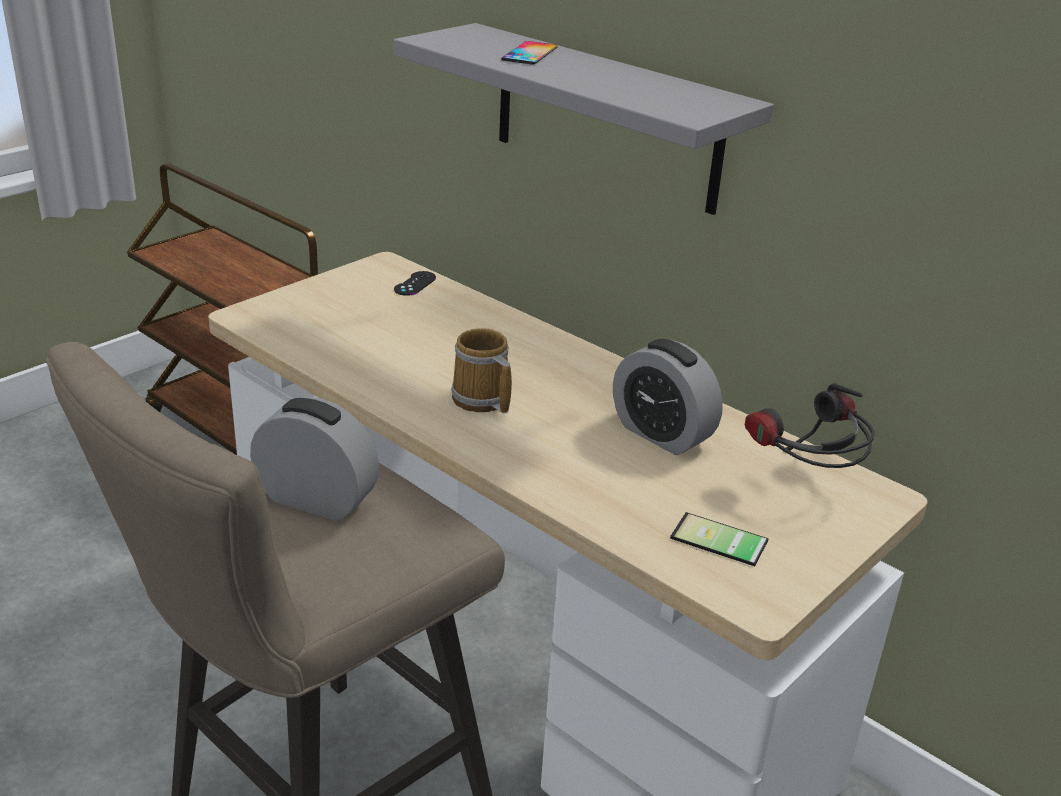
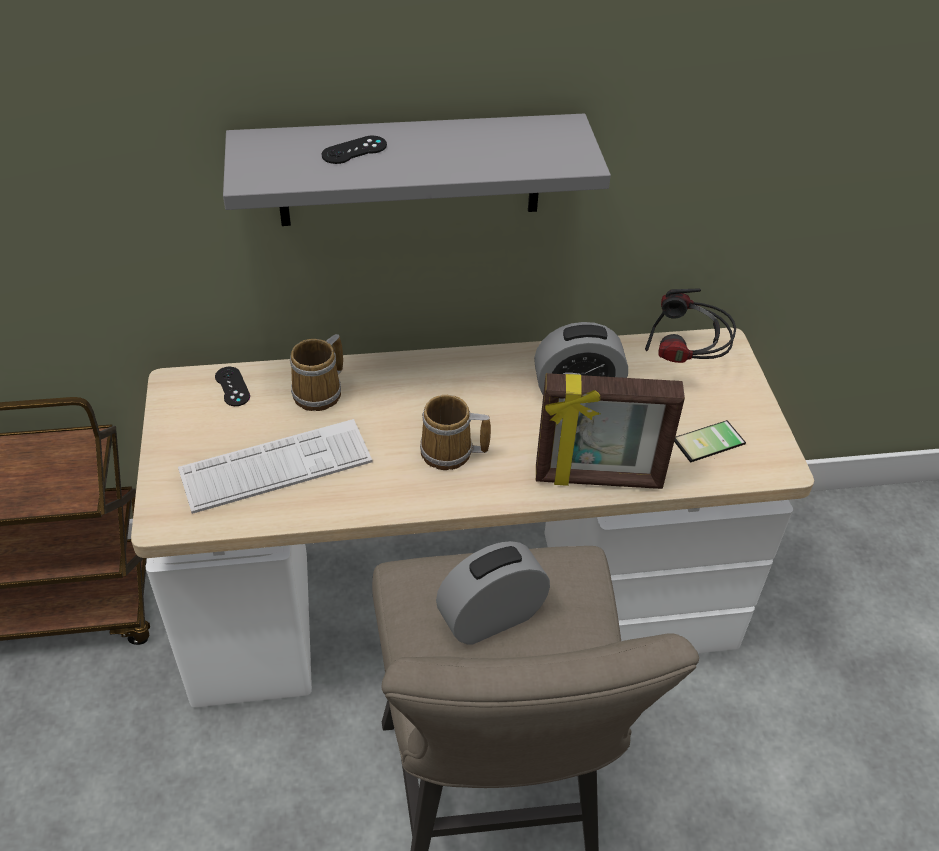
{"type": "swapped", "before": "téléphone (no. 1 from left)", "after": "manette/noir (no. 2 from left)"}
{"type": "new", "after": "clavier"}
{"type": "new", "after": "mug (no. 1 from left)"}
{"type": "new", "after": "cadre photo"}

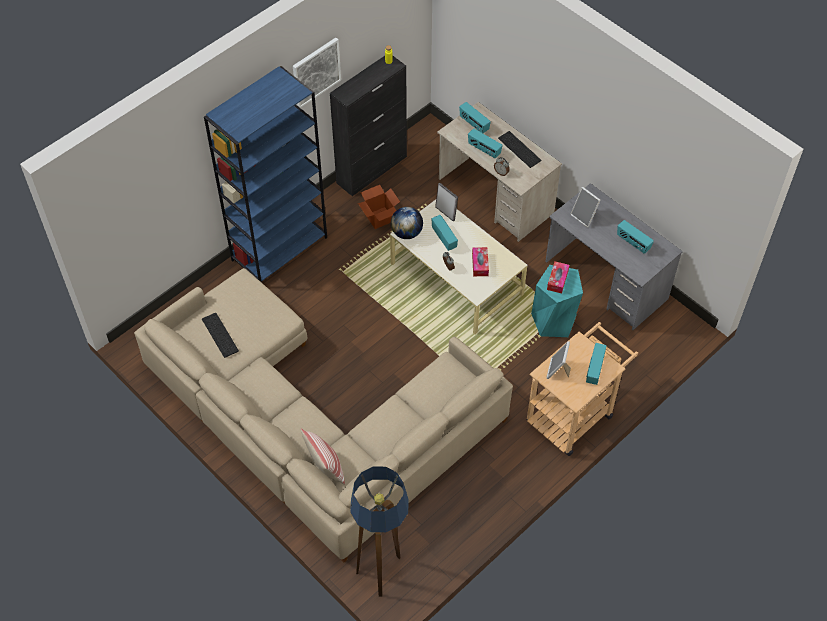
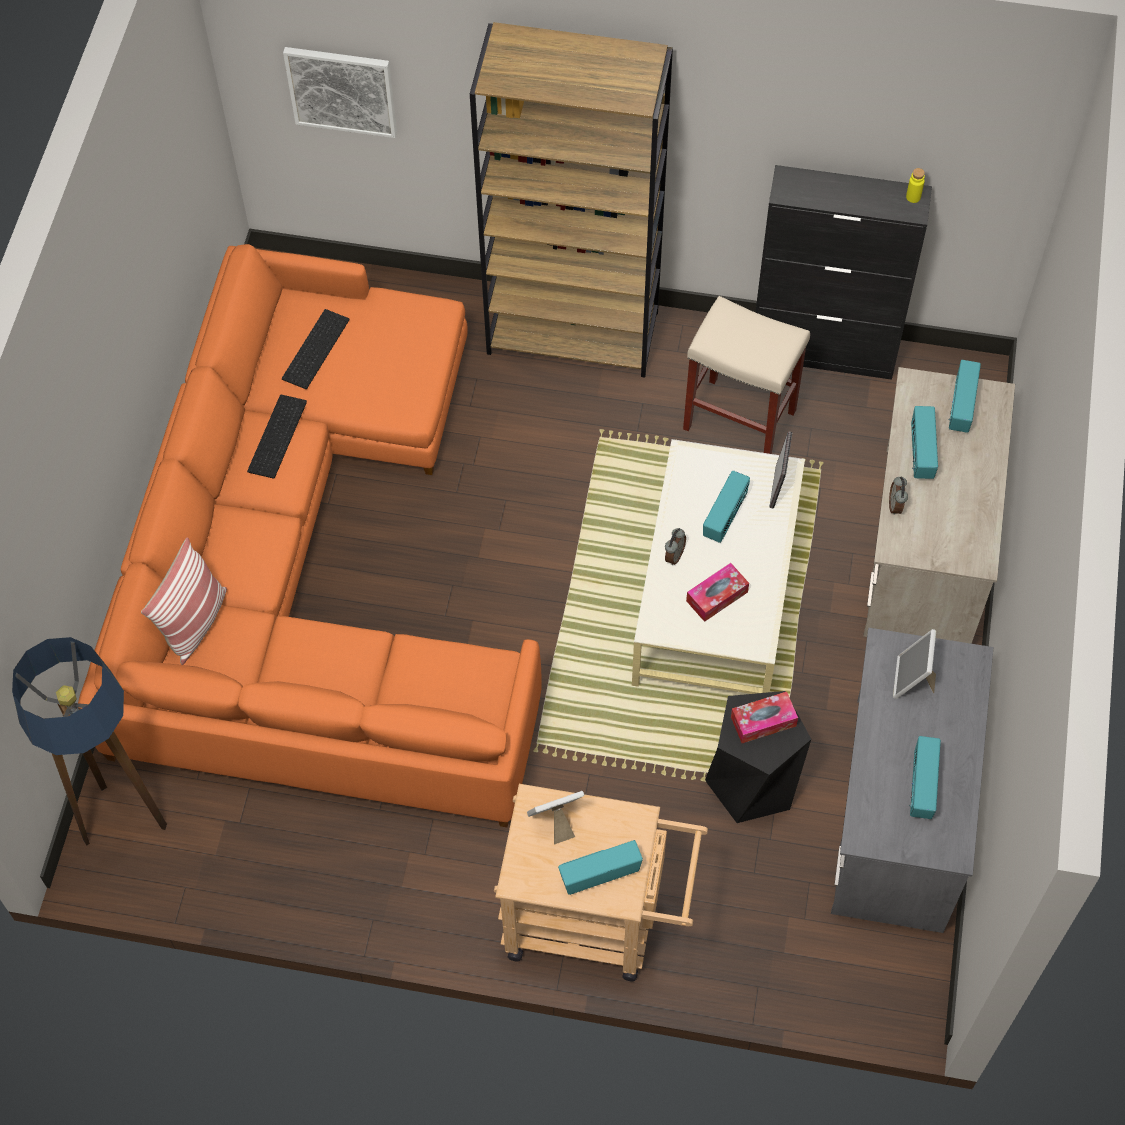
{"type": "repainted", "before": "canapé/beige", "after": "canapé/orange"}
{"type": "repainted", "before": "bibliothèque/bleu", "after": "bibliothèque/marron"}
{"type": "shifted", "before": "tableau"}
{"type": "swapped", "before": "carton", "after": "tabouret/beige"}
{"type": "gone", "before": "globe"}
{"type": "shifted", "before": "clavier (no. 2 from left in the first image)", "after": "clavier (no. 1 from left)"}
{"type": "repainted", "before": "tabouret/turquoise", "after": "tabouret/noir"}

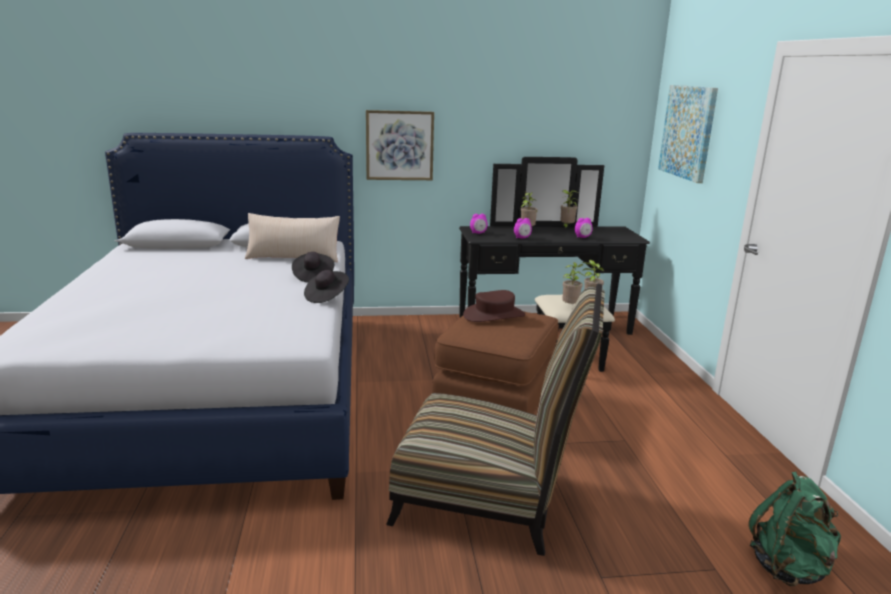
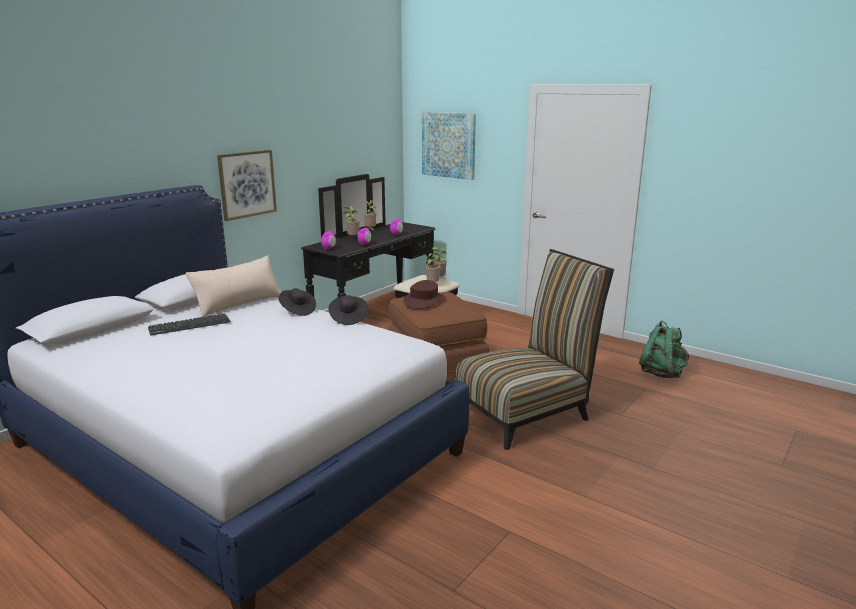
{"type": "new", "after": "clavier"}

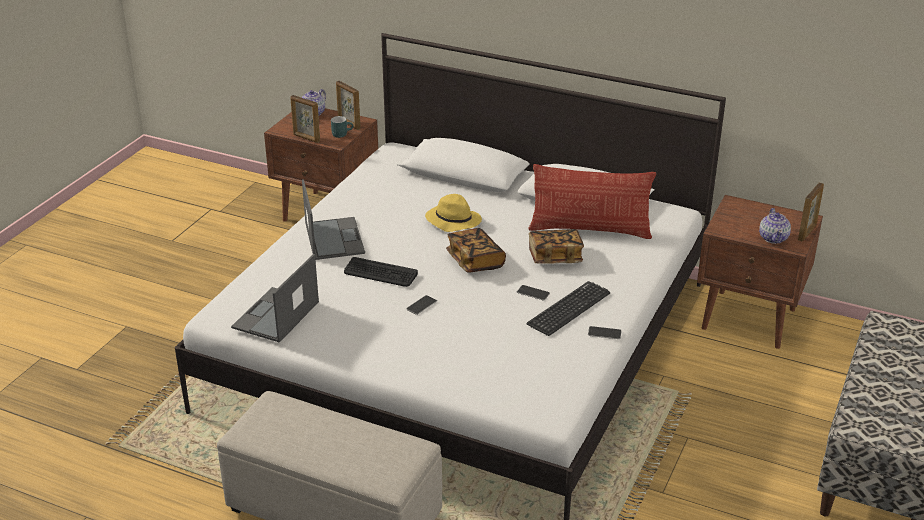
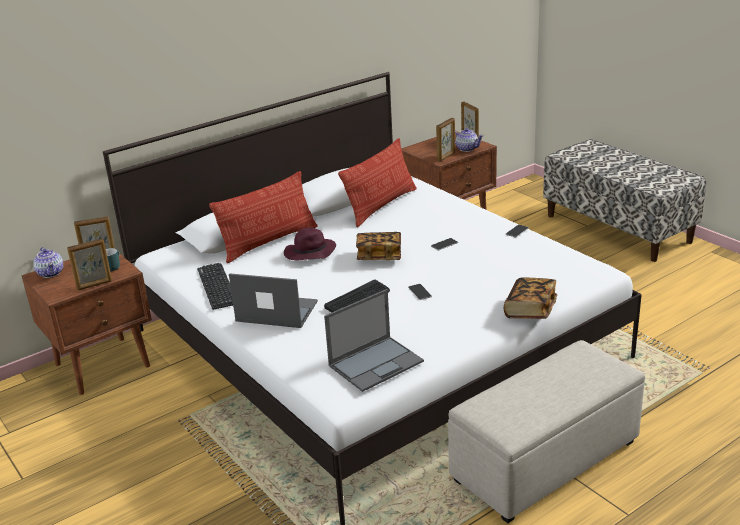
{"type": "rotated", "before": "ordinateur portable (no. 1 from left in the first image)", "turn": -90}
{"type": "repainted", "before": "chapeau/jaune", "after": "chapeau/violet"}
{"type": "shifted", "before": "clavier (no. 2 from left in the first image)", "after": "clavier (no. 1 from left)"}
{"type": "shifted", "before": "livre (no. 2 from left)"}
{"type": "new", "after": "coussin (no. 1 from left)"}
{"type": "new", "after": "cadre photo (no. 3 from left)"}

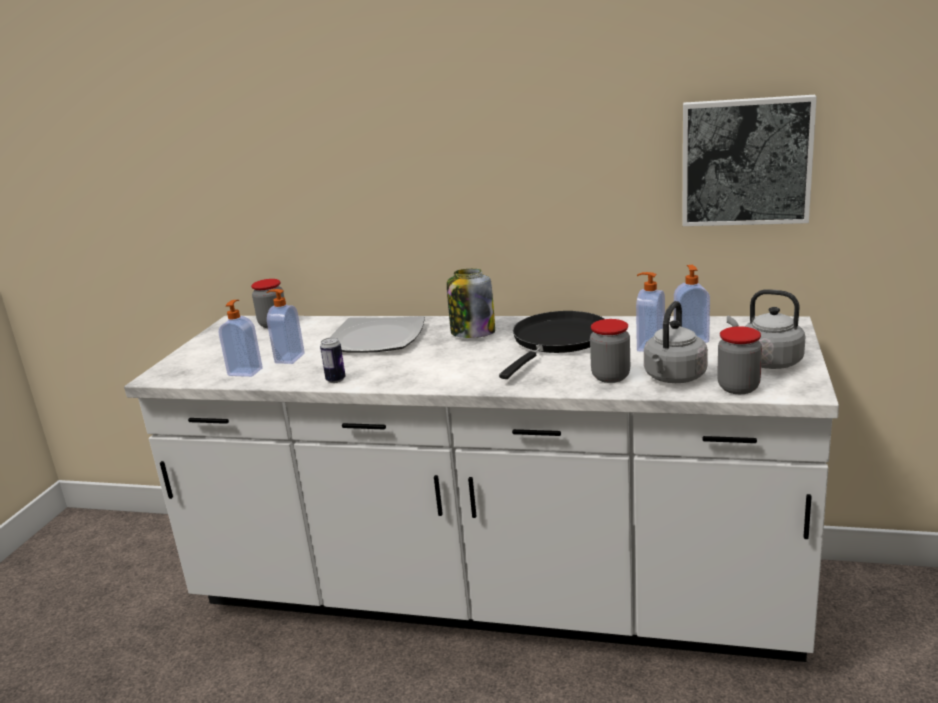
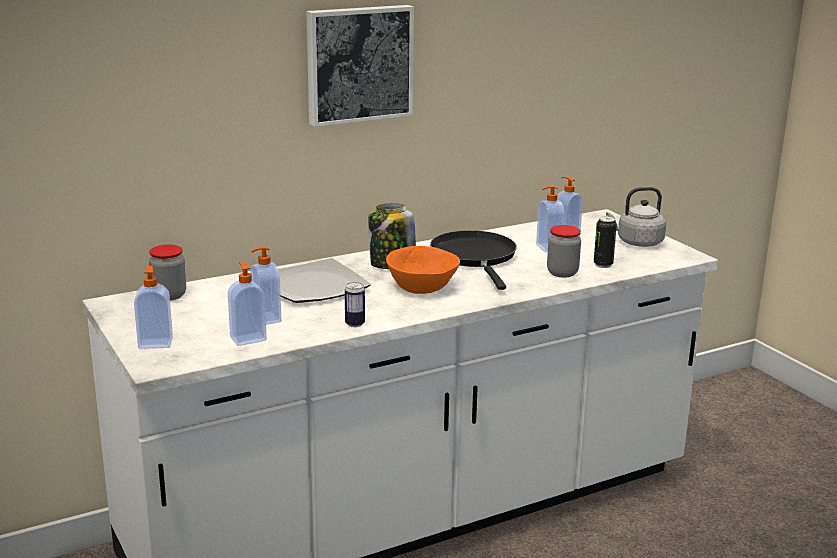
{"type": "swapped", "before": "bouilloire/gris (no. 1 from left)", "after": "boîte métallique (no. 2 from left)"}
{"type": "shifted", "before": "tableau"}
{"type": "gone", "before": "bocal (no. 4 from left)"}
{"type": "new", "after": "distributeur de savon (no. 1 from left)"}
{"type": "new", "after": "bol/orange"}

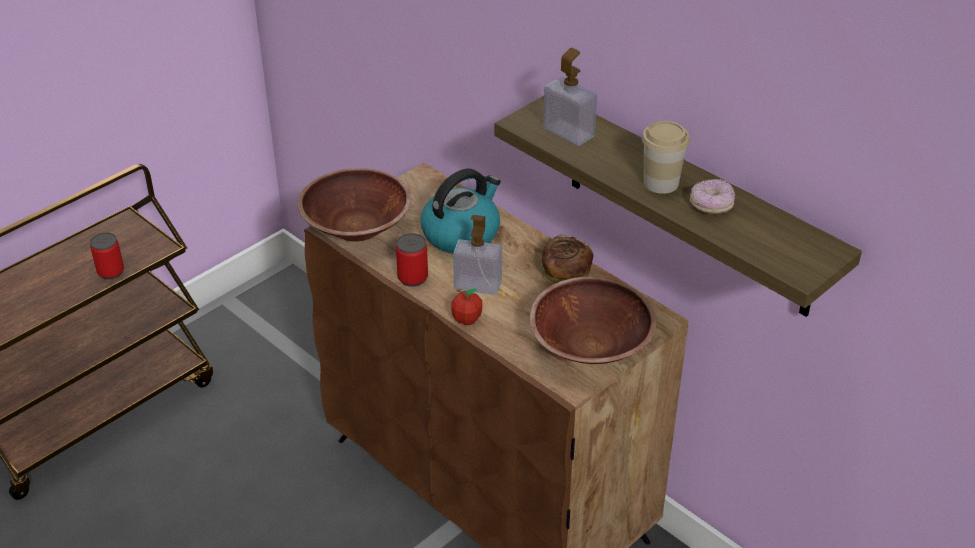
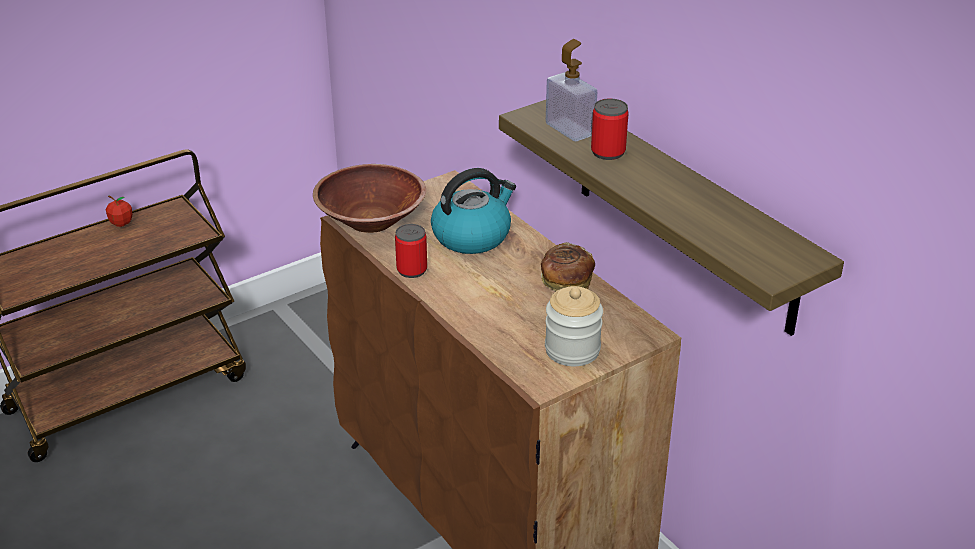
{"type": "shifted", "before": "boîte métallique (no. 1 from left in the first image)", "after": "boîte métallique (no. 2 from left)"}
{"type": "shifted", "before": "pomme"}
{"type": "gone", "before": "distributeur de savon (no. 1 from left)"}
{"type": "swapped", "before": "bol/marron (no. 2 from left)", "after": "bocal"}
{"type": "gone", "before": "tasse"}
{"type": "gone", "before": "beignet"}

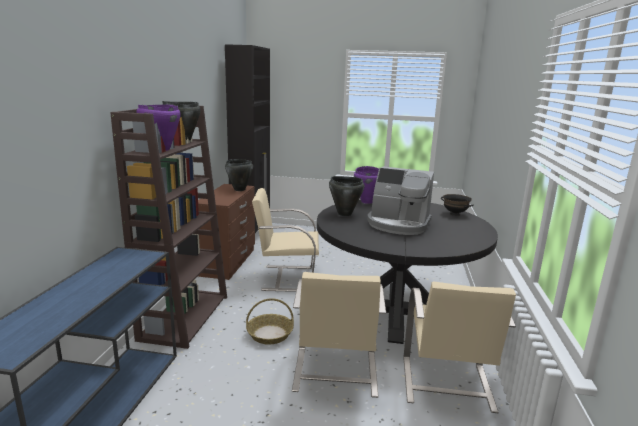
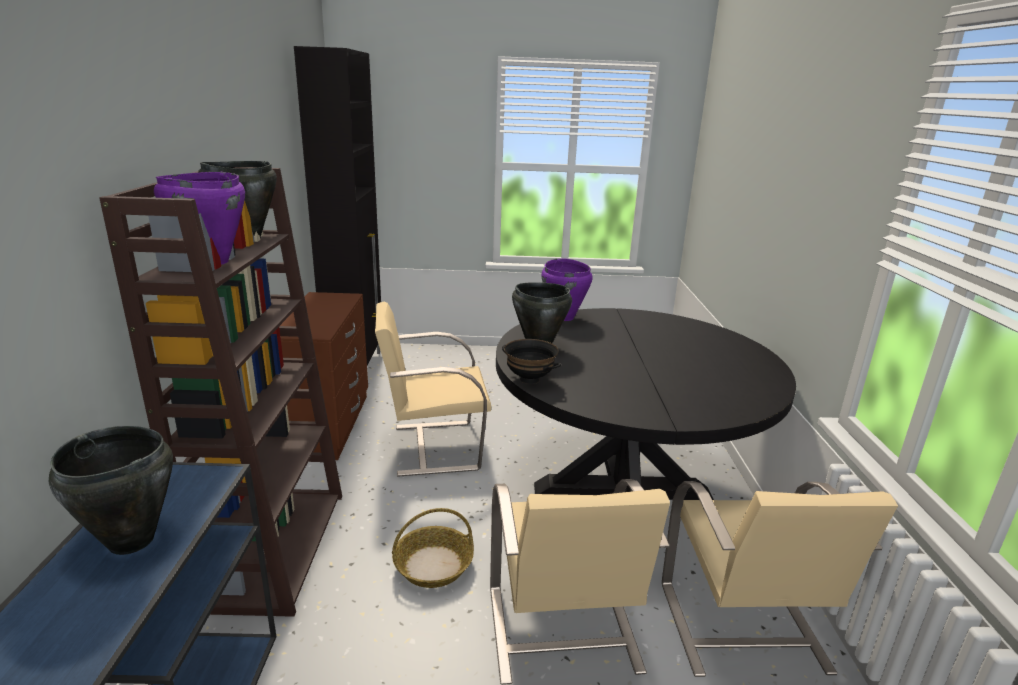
{"type": "shifted", "before": "marmite/noir (no. 2 from left in the first image)", "after": "marmite/noir (no. 1 from left)"}
{"type": "gone", "before": "machine à café"}
{"type": "shifted", "before": "bol/noir"}

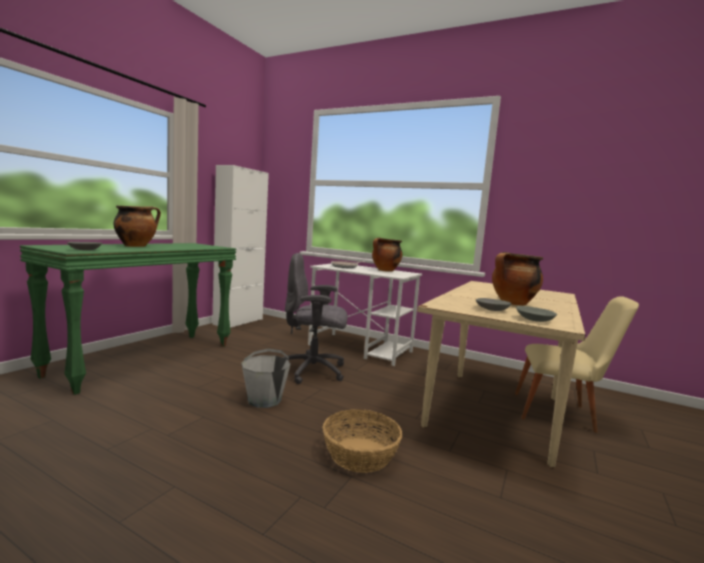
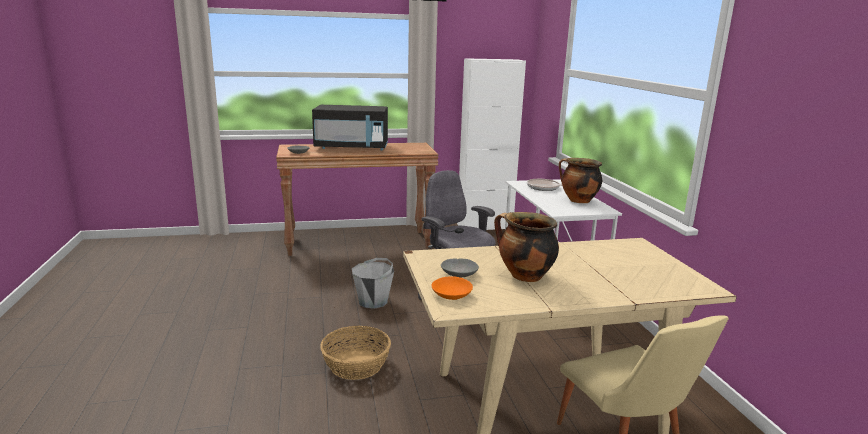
{"type": "repainted", "before": "table console/vert", "after": "table console/marron"}
{"type": "swapped", "before": "marmite (no. 1 from left)", "after": "micro-ondes/noir"}
{"type": "repainted", "before": "bol/gris (no. 3 from left)", "after": "bol/orange"}

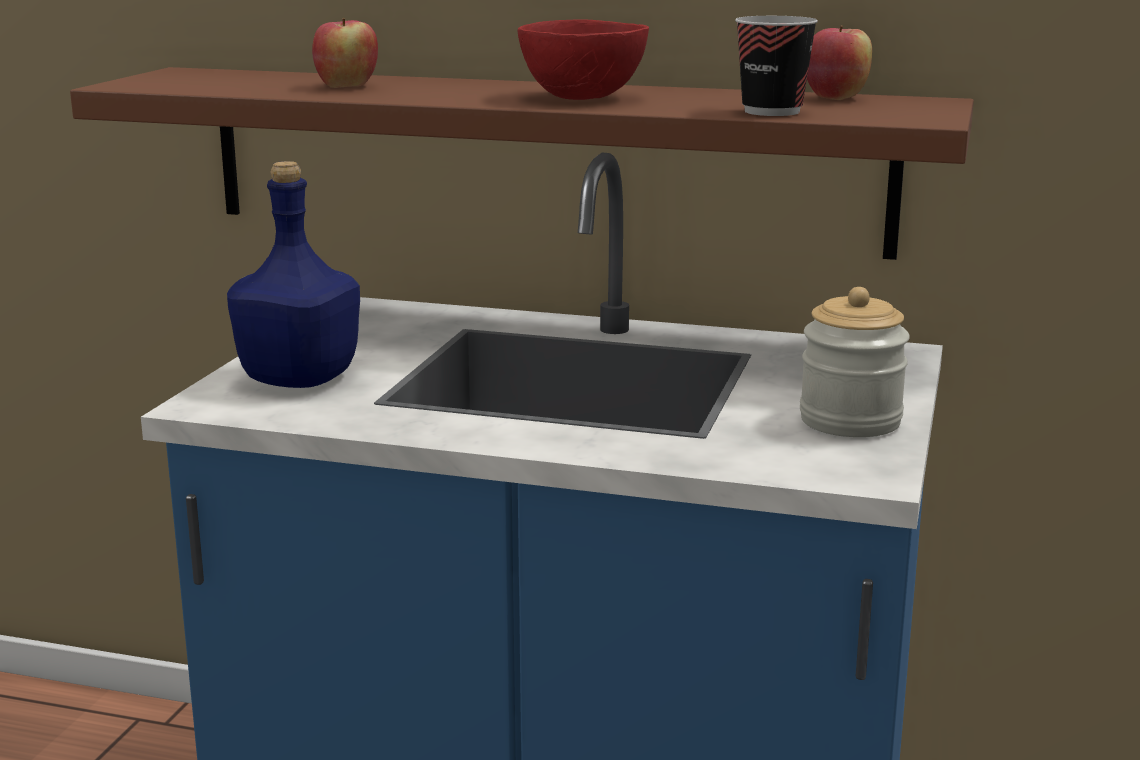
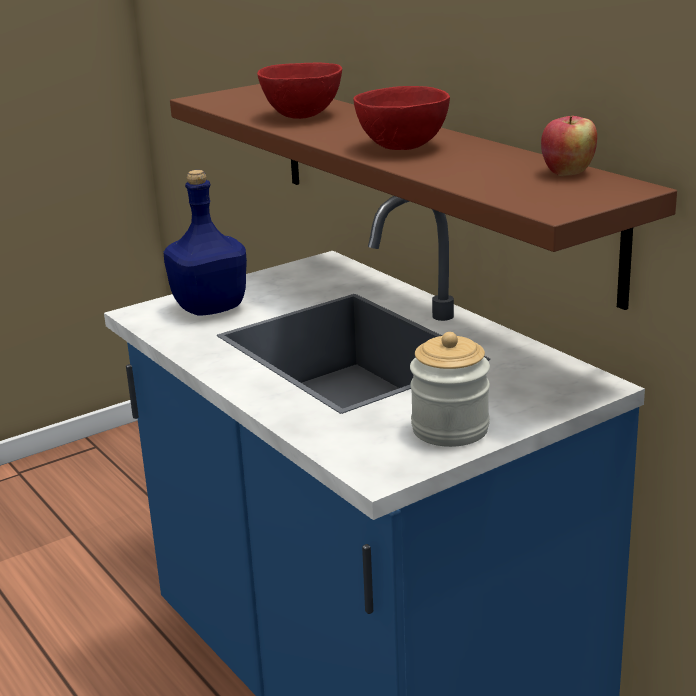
{"type": "swapped", "before": "pomme (no. 1 from left)", "after": "bol/rouge (no. 1 from left)"}
{"type": "gone", "before": "tasse"}

